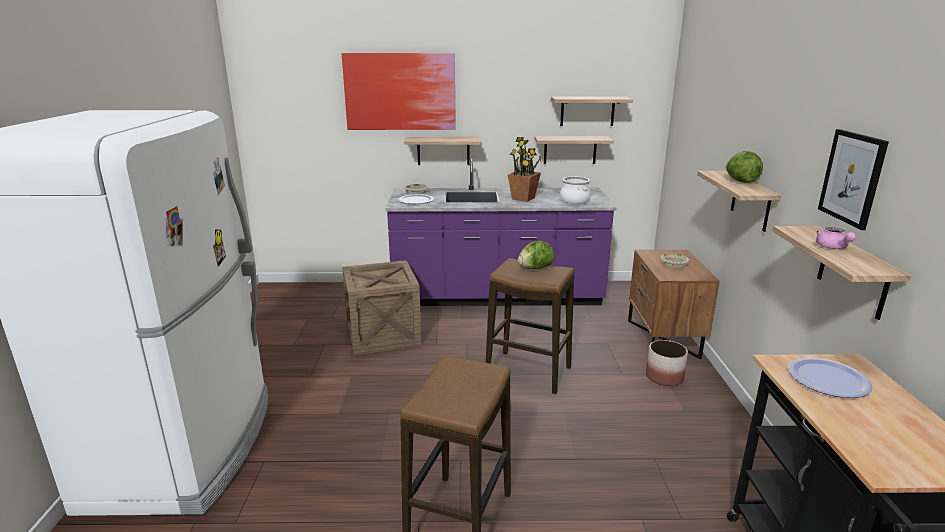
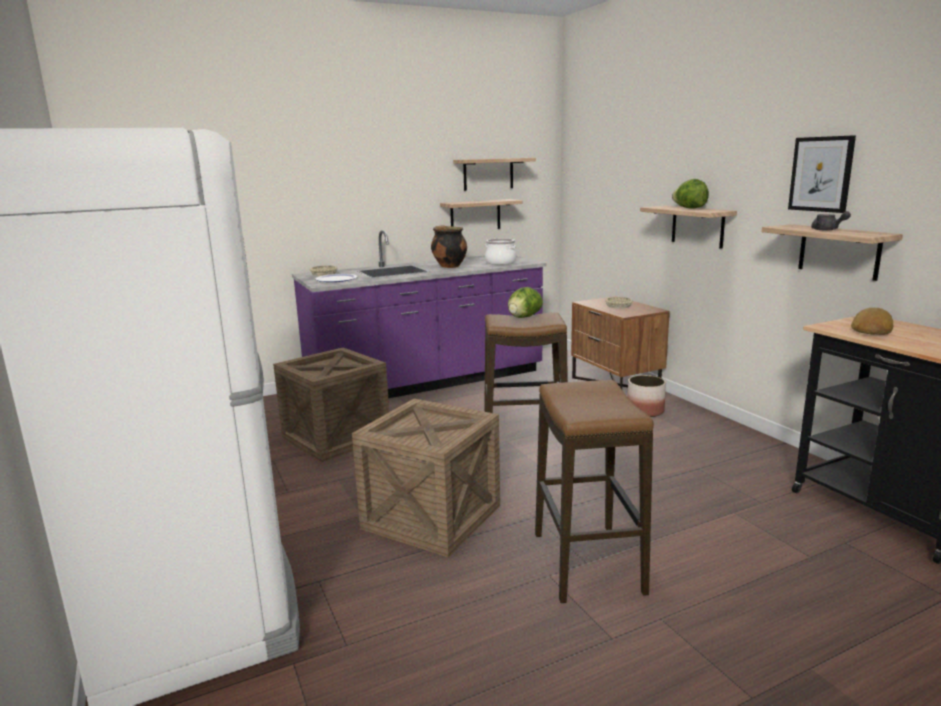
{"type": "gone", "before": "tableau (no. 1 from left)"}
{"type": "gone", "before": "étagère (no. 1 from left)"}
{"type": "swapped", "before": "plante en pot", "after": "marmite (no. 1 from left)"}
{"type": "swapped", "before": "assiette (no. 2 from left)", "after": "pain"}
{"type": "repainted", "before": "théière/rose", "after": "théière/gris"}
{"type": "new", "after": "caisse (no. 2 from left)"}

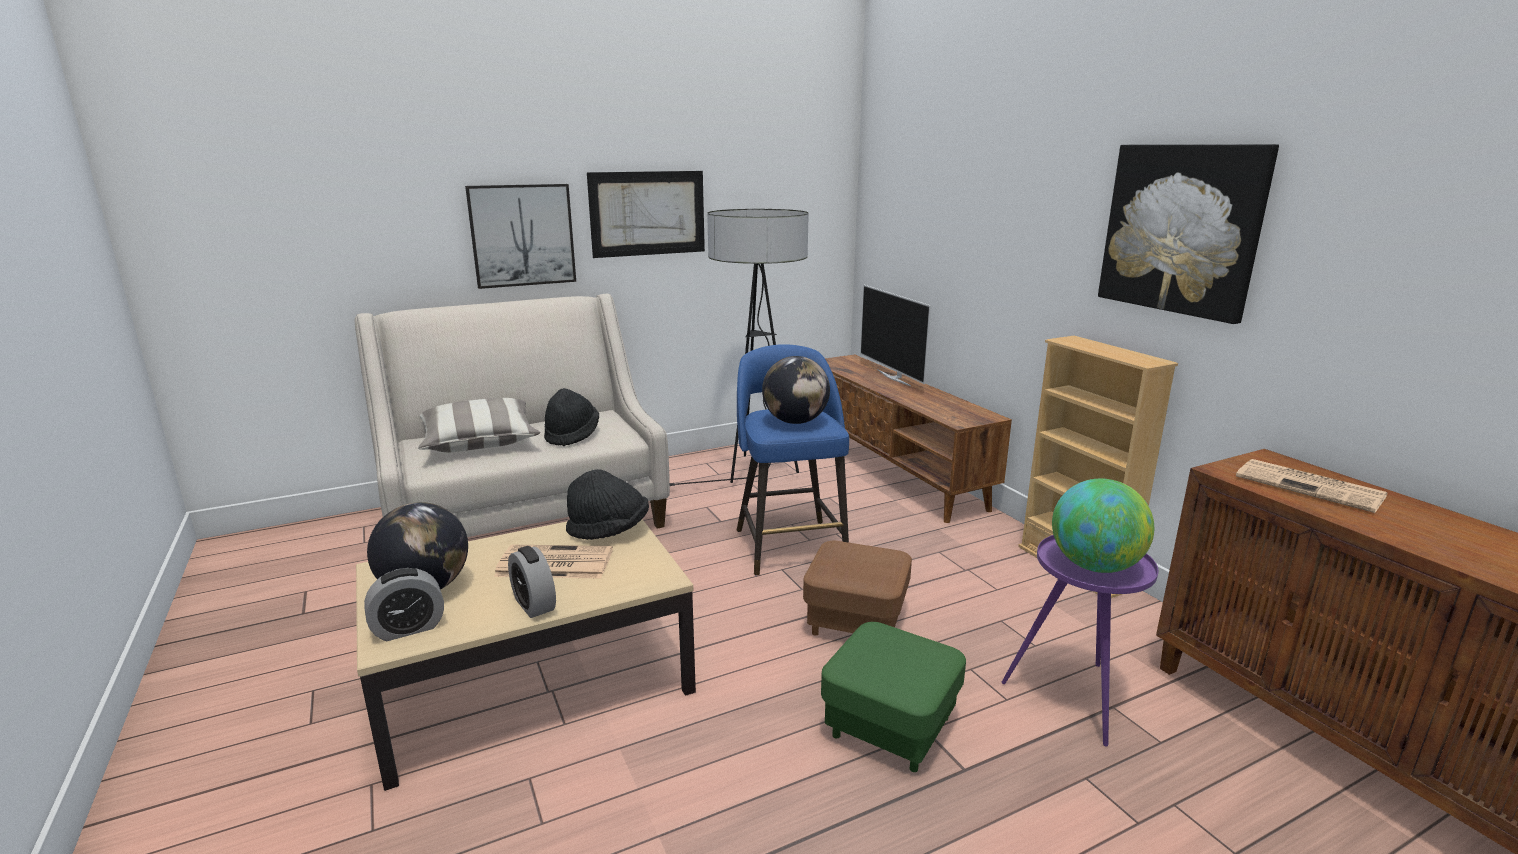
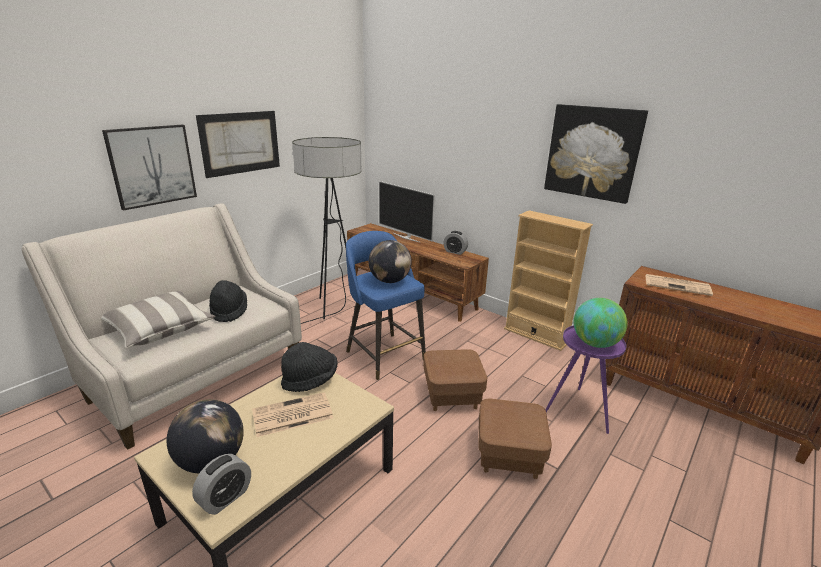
{"type": "shifted", "before": "réveil (no. 2 from left)"}
{"type": "repainted", "before": "pouf/vert", "after": "pouf/marron (no. 2 from left)"}

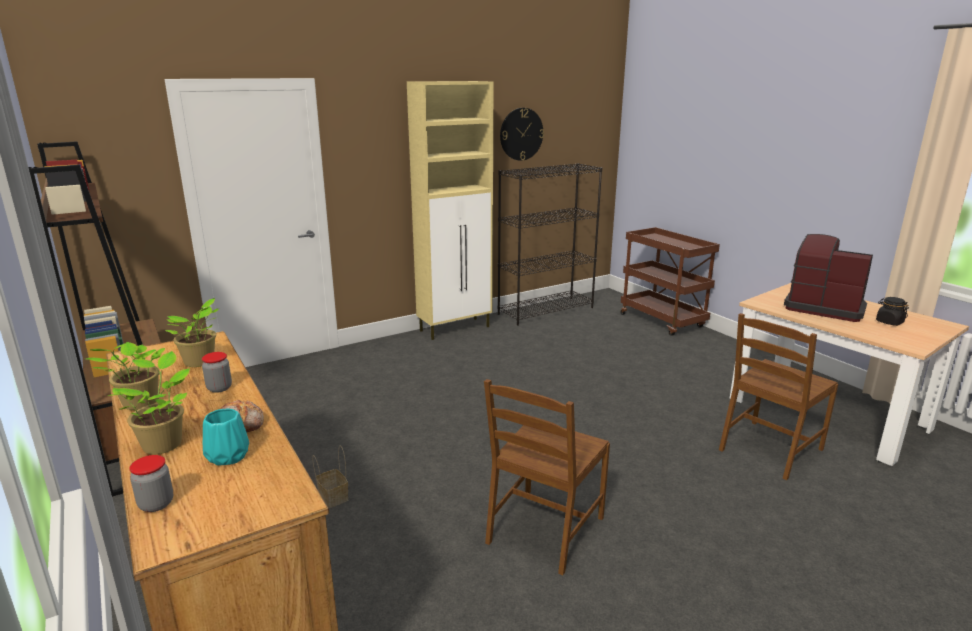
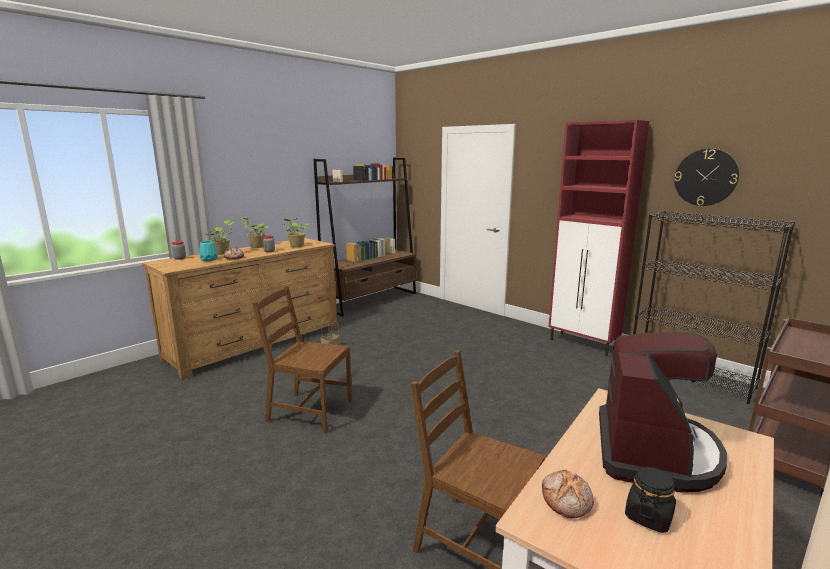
{"type": "repainted", "before": "meuble de rangement/beige", "after": "meuble de rangement/rouge"}
{"type": "new", "after": "pain (no. 2 from left)"}

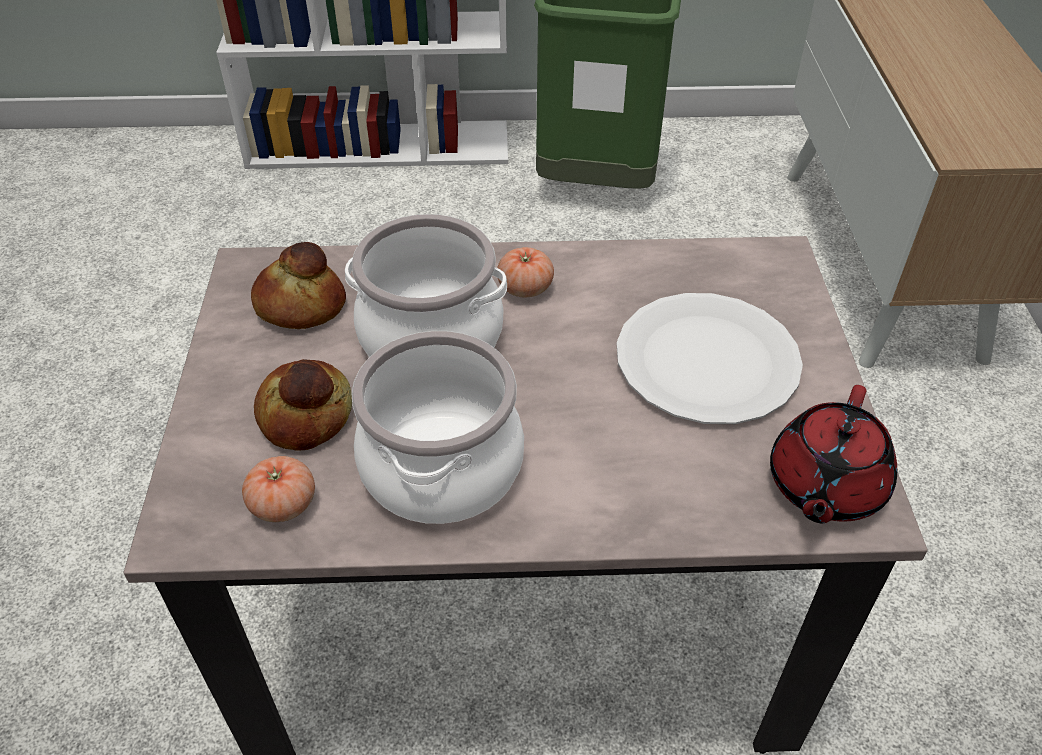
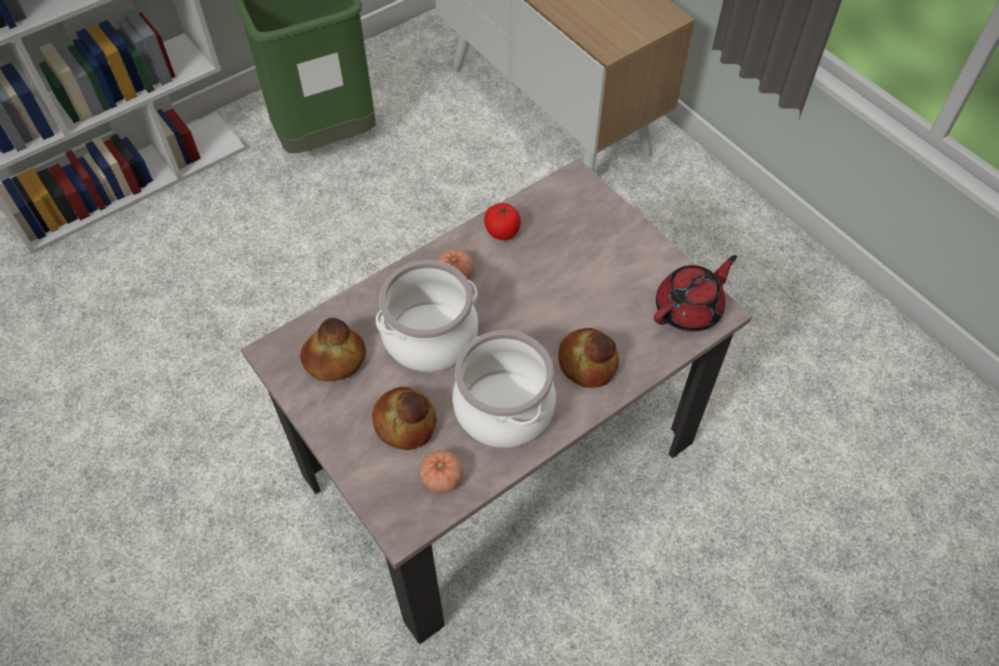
{"type": "gone", "before": "assiette/blanc"}
{"type": "rotated", "before": "théière/rouge", "turn": -120}
{"type": "new", "after": "tomate (no. 3 from left)"}
{"type": "new", "after": "pain (no. 3 from left)"}

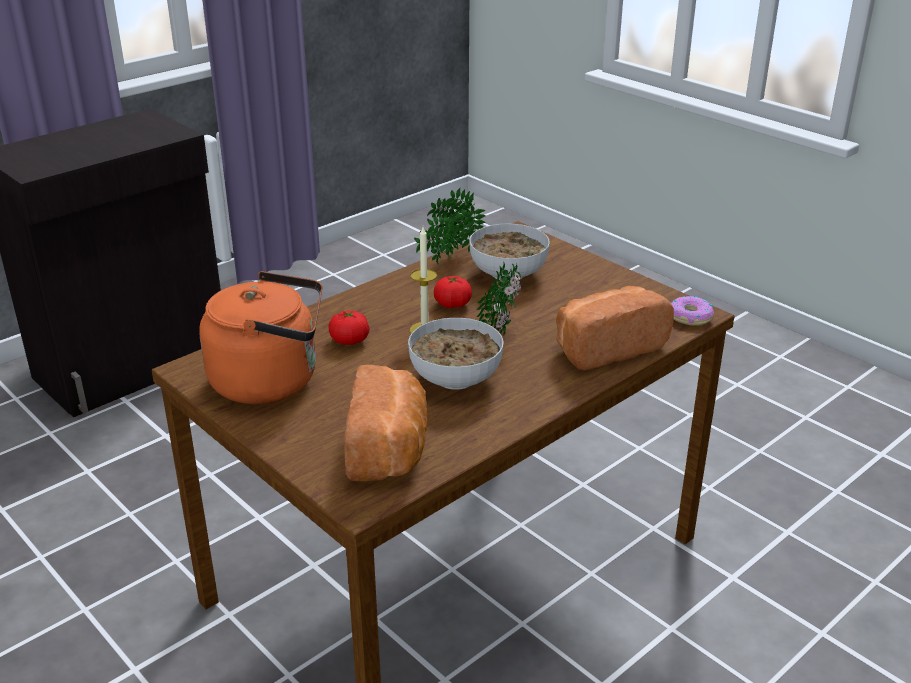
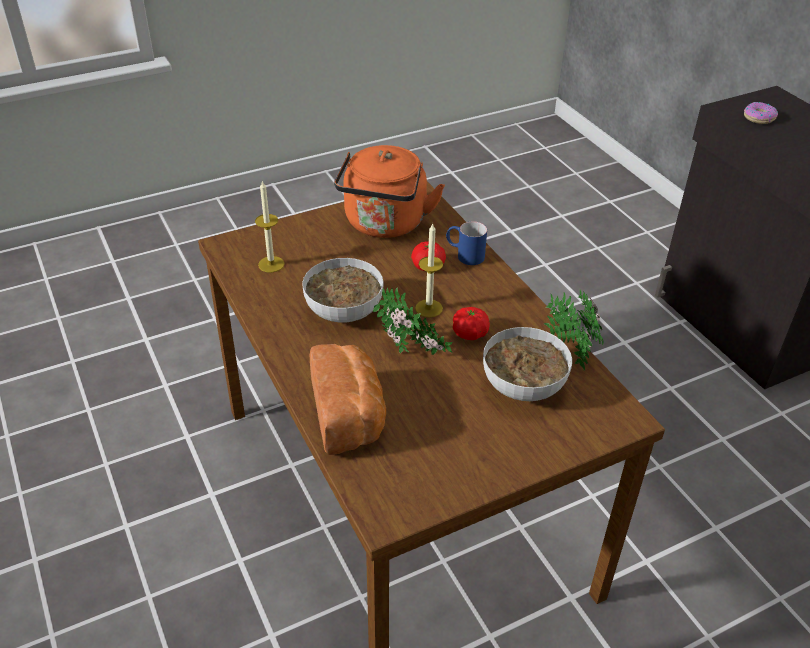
{"type": "swapped", "before": "pain (no. 1 from left)", "after": "bougie (no. 1 from left)"}
{"type": "shifted", "before": "beignet"}
{"type": "new", "after": "mug/bleu"}

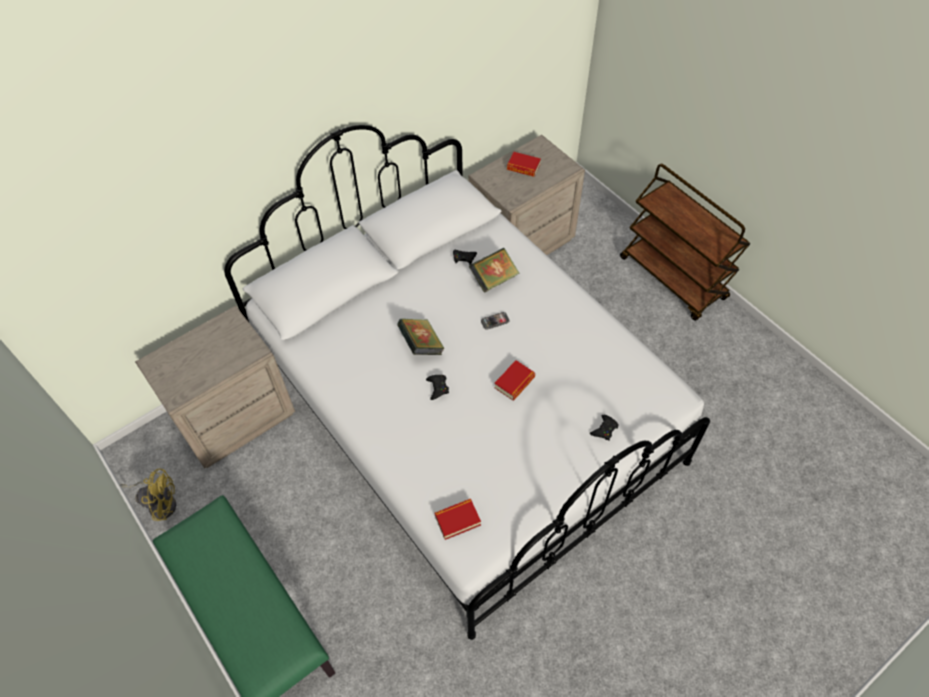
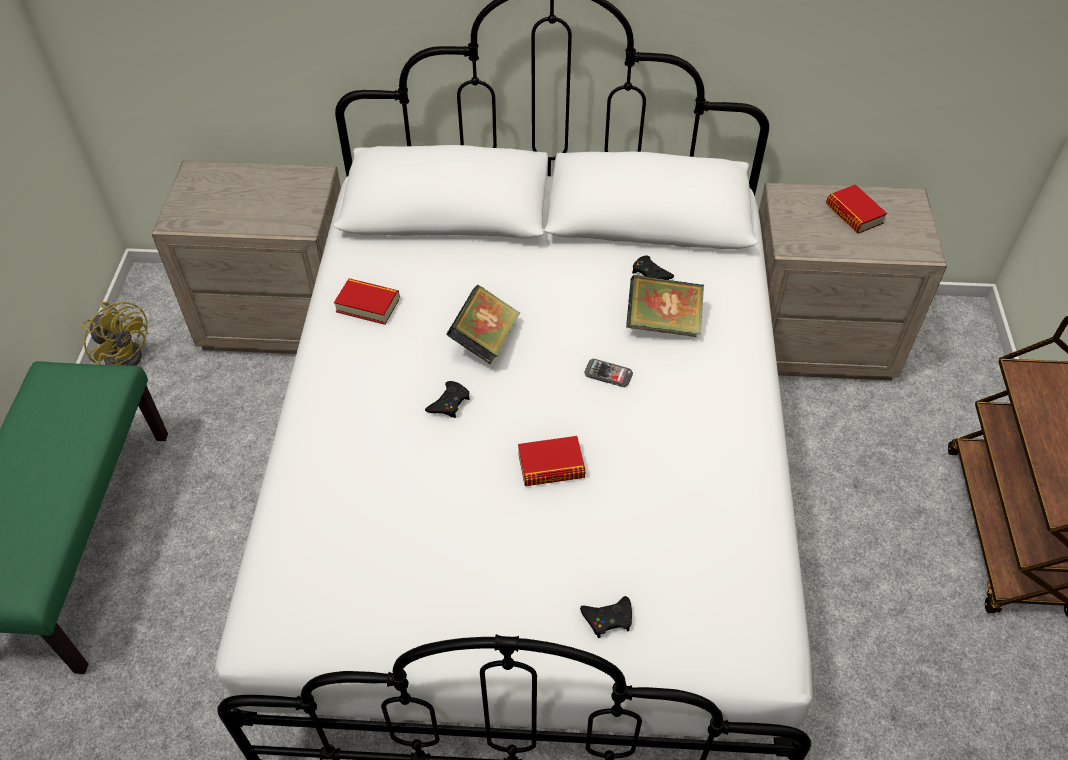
{"type": "shifted", "before": "livre (no. 2 from left in the first image)", "after": "livre (no. 1 from left)"}

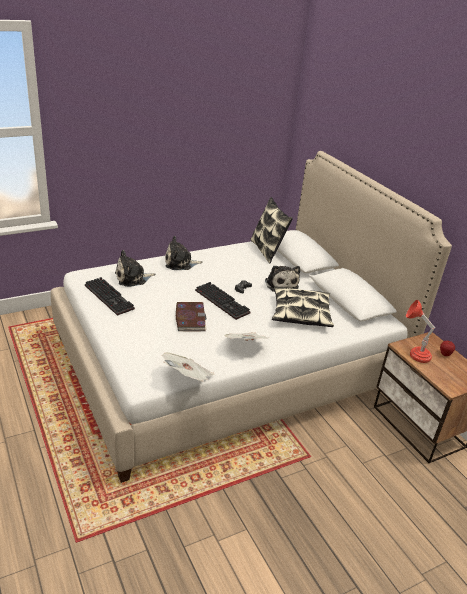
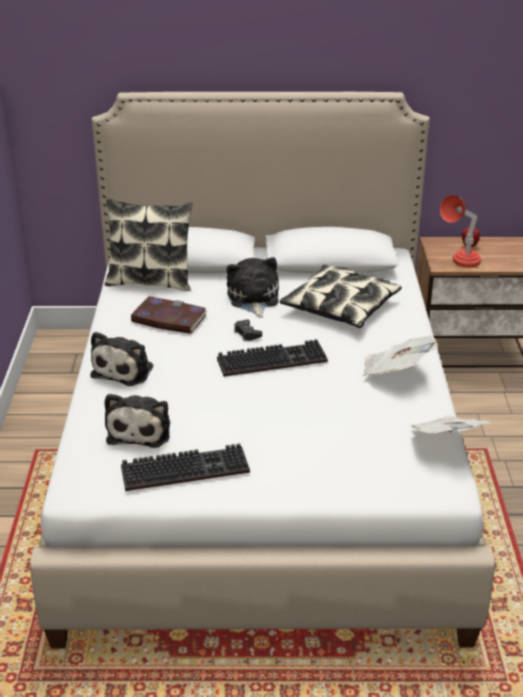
{"type": "shifted", "before": "livre"}
{"type": "rotated", "before": "peluche (no. 3 from left)", "turn": -105}

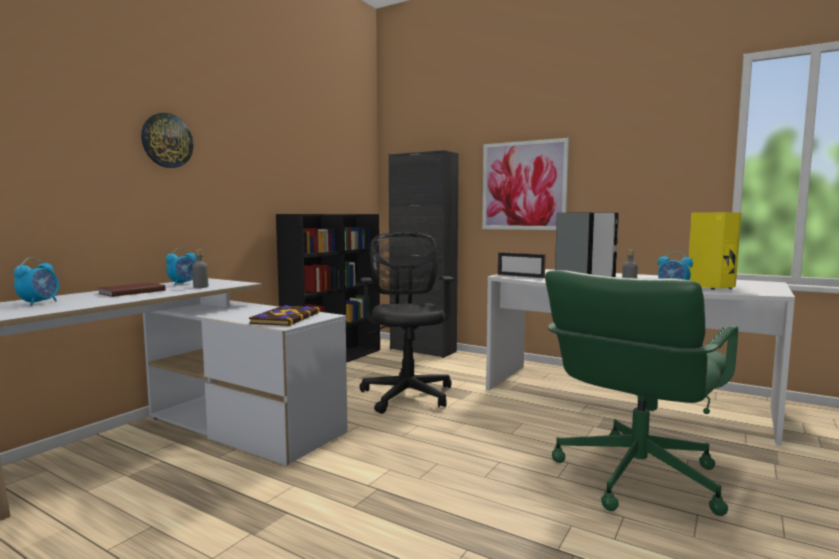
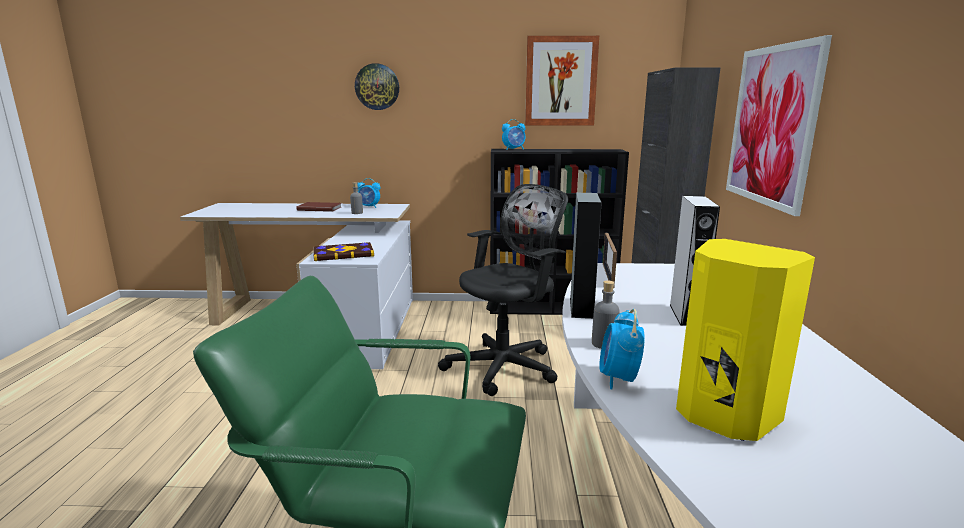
{"type": "shifted", "before": "réveil (no. 1 from left in the first image)", "after": "réveil (no. 2 from left)"}
{"type": "new", "after": "tableau (no. 1 from left)"}

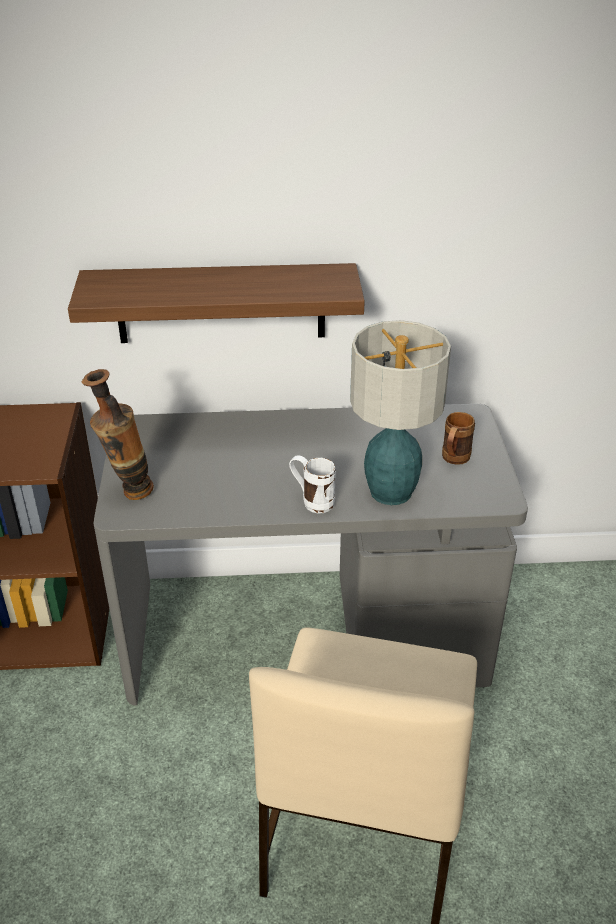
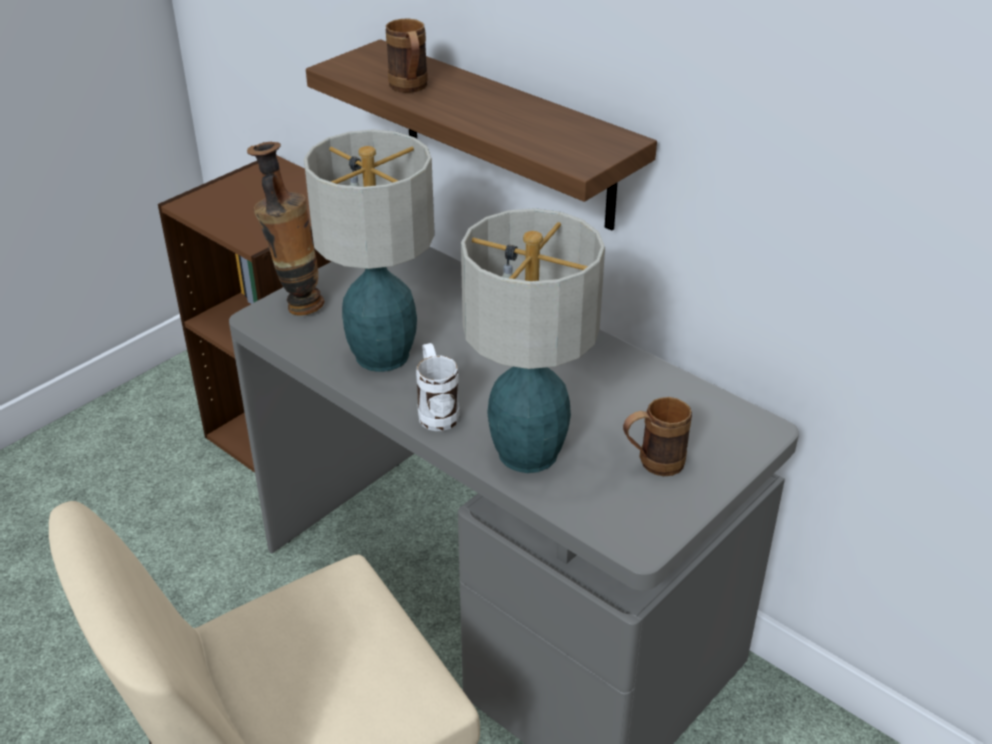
{"type": "new", "after": "lampe de table (no. 1 from left)"}
{"type": "new", "after": "mug/marron (no. 1 from left)"}

